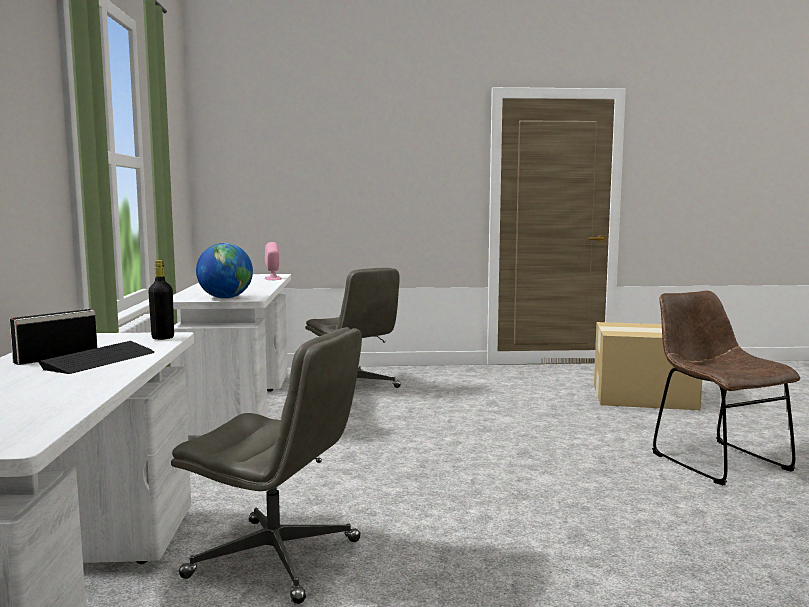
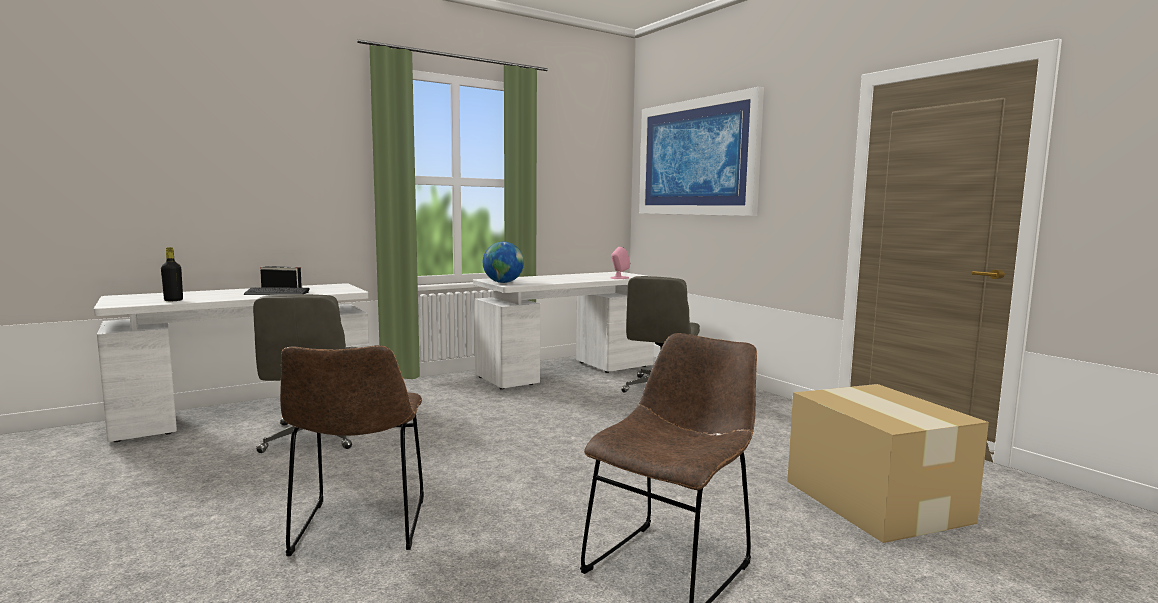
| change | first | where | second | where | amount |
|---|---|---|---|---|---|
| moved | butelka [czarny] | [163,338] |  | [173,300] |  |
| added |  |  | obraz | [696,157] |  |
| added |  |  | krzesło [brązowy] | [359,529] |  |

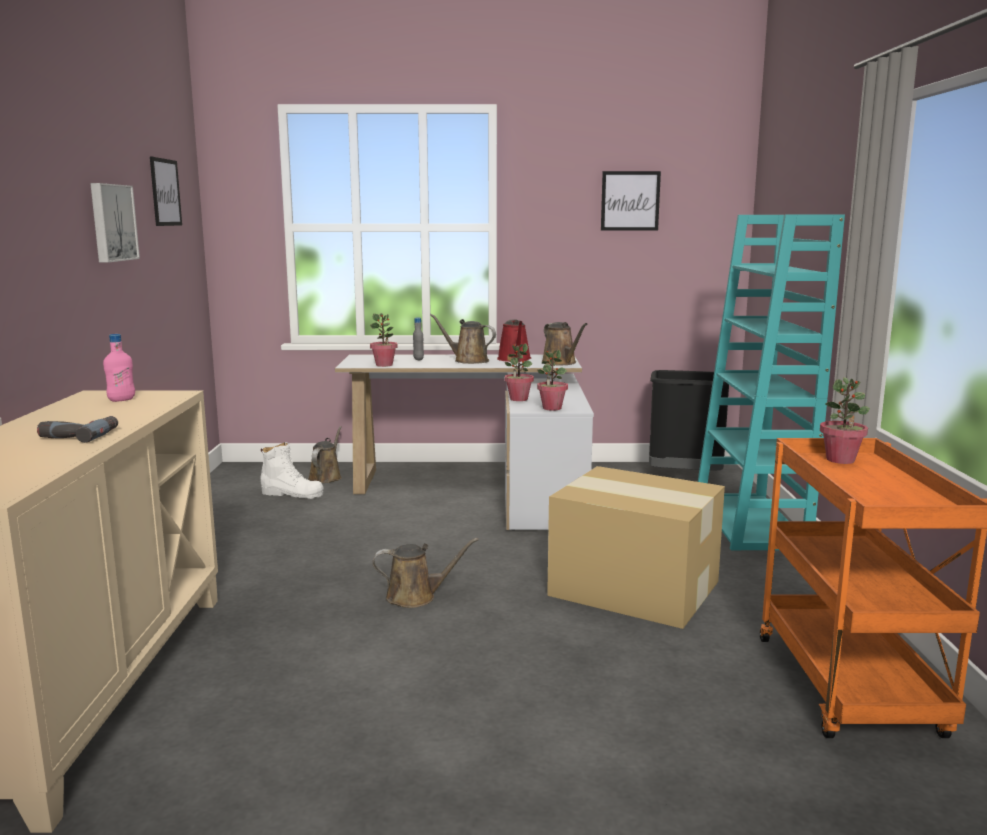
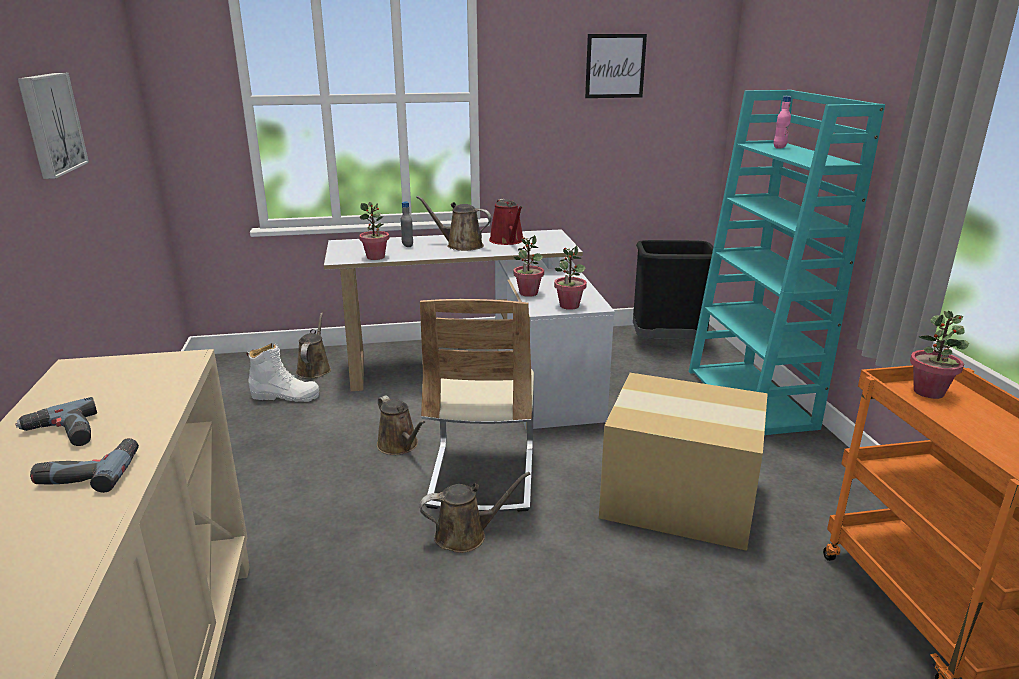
| change | first | where | second | where | amount |
|---|---|---|---|---|---|
| removed | obraz | [165,192] |  |  |  |
| moved | konewka [brązowy] | [561,363] |  | [400,446] |  |
| moved | butelka [różowy] | [121,400] |  | [779,147] |  |
| added |  |  | krzesło [beżowy] | [482,476] |  |
| added |  |  | wiertarka | [62,434] |  |

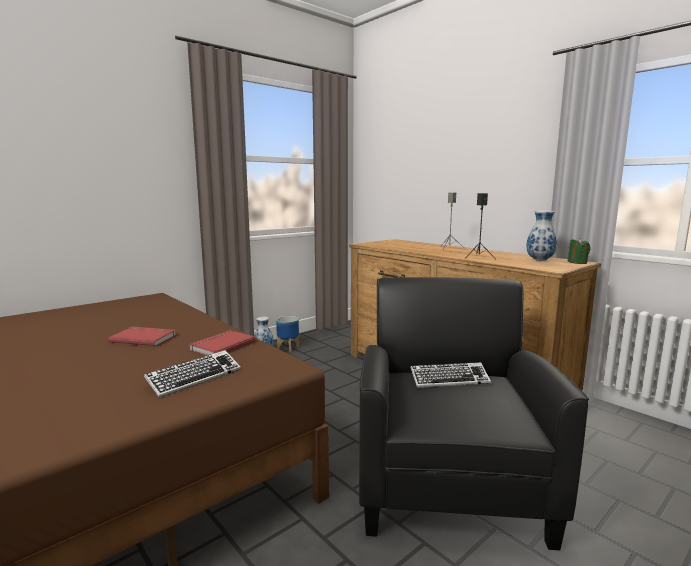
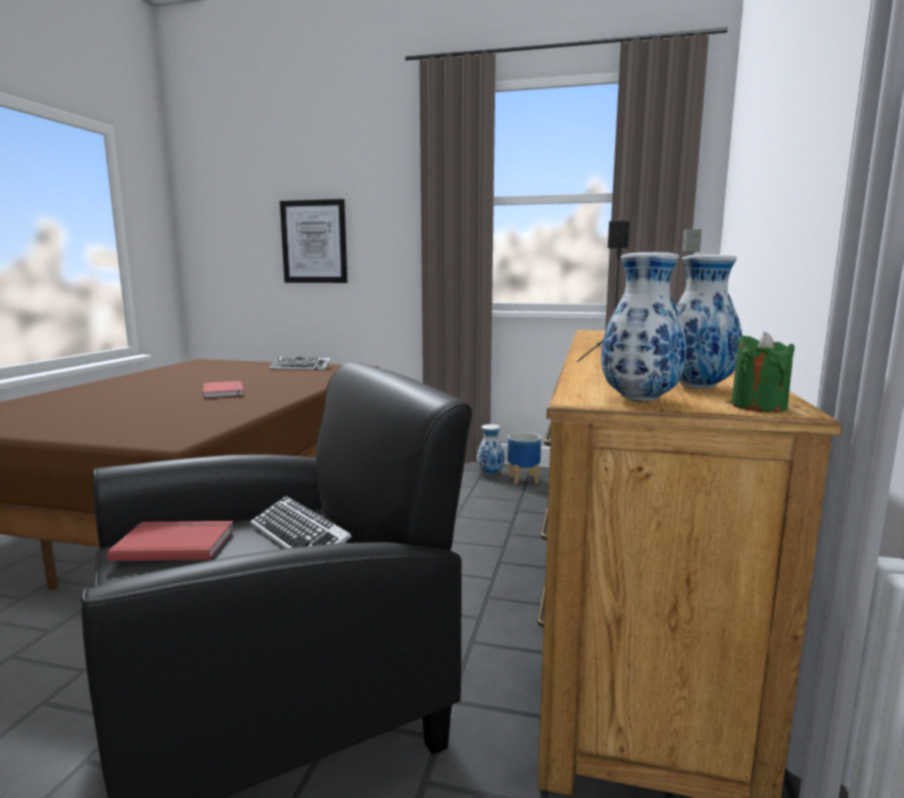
| change | first | where | second | where | amount |
|---|---|---|---|---|---|
| moved | książka [czerwony] | [221,345] |  | [175,543] |  |
| moved | klawiatura | [195,378] |  | [300,368] |  |
| added |  |  | obraz | [314,242] |  |
| added |  |  | wazon | [641,400] |  |

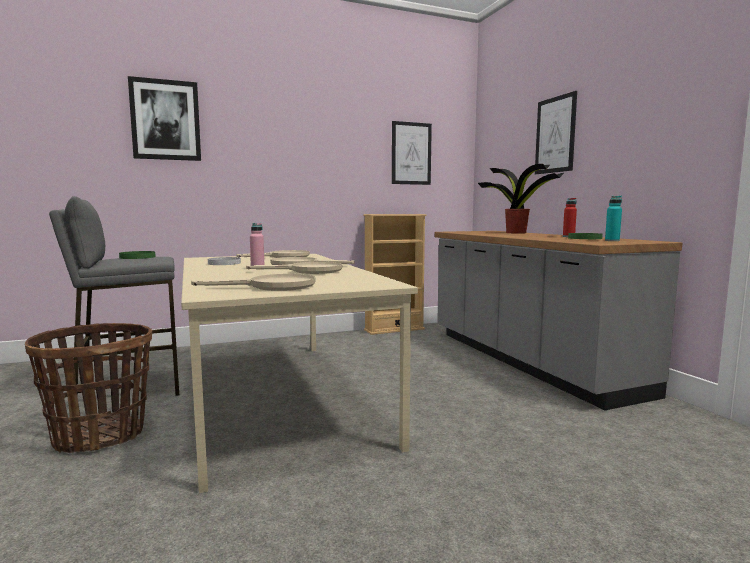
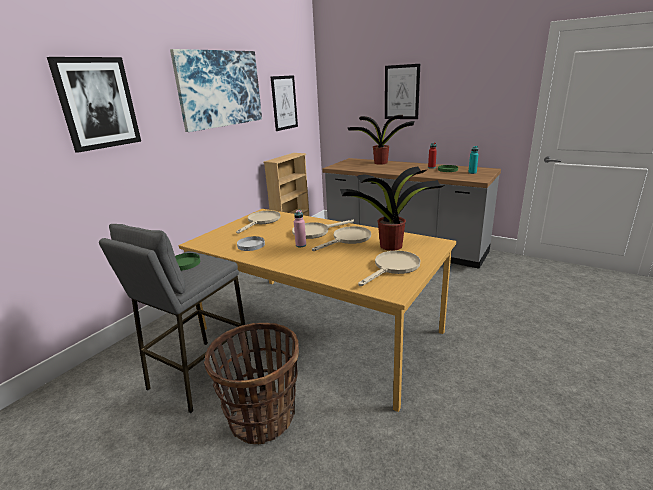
| change | first | where | second | where | amount |
|---|---|---|---|---|---|
| recoloured | stół jadalny [beżowy] | [278,396] | stół jadalny [pomarańczowy] | [320,330] |  |
| added |  |  | obraz | [220,89] |  |
| added |  |  | roślina doniczkowa | [392,245] |  |

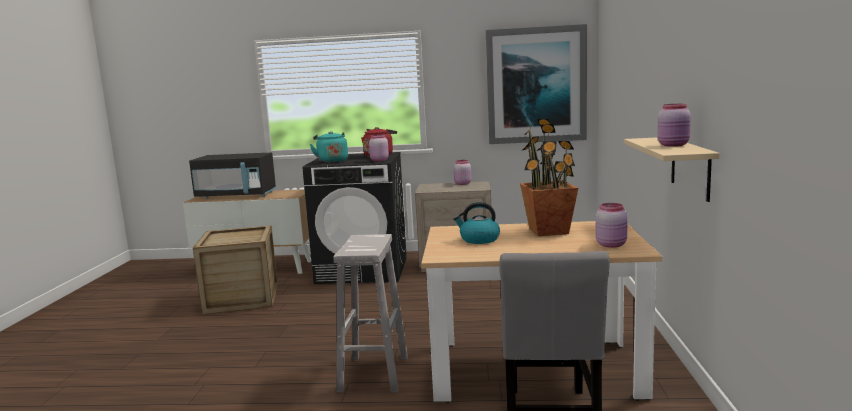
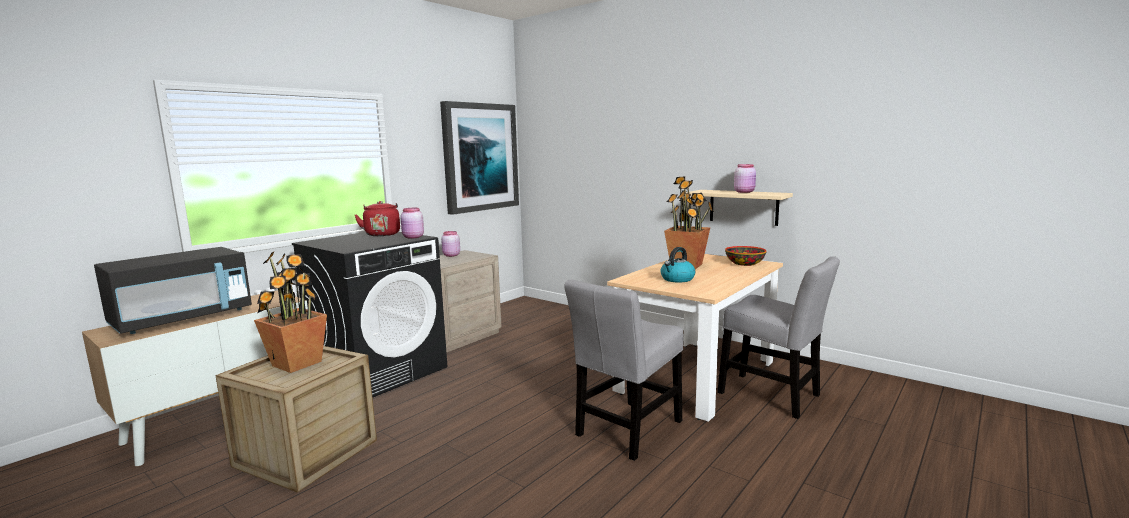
| change | first | where | second | where | amount |
|---|---|---|---|---|---|
| removed | czajnik [turkusowy] | [332,161] |  |  |  |
| replaced | słoik [różowy] | [612,244] | miska | [744,263] |  |
| replaced | stołek [biały] | [374,373] | krzesło [szary] | [627,431] |  |
| added |  |  | roślina doniczkowa | [297,363] |  |

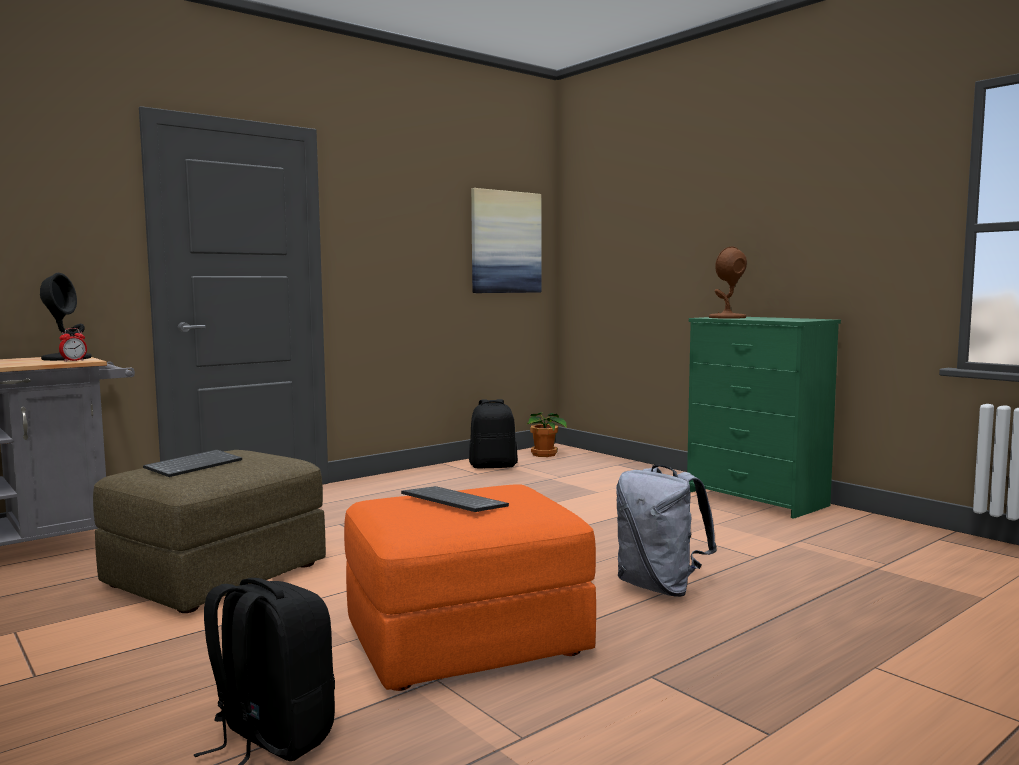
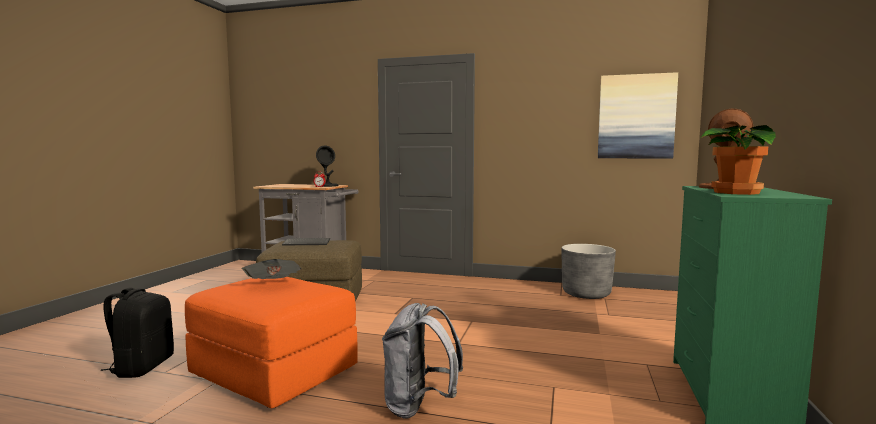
| change | first | where | second | where | amount |
|---|---|---|---|---|---|
| replaced | plecak [czarny] | [493,466] | donica [szary] | [586,293] |  |
| moved | roślina doniczkowa | [544,454] |  | [736,193] |  |
| replaced | klawiatura | [451,502] | gazeta | [273,285] |  |

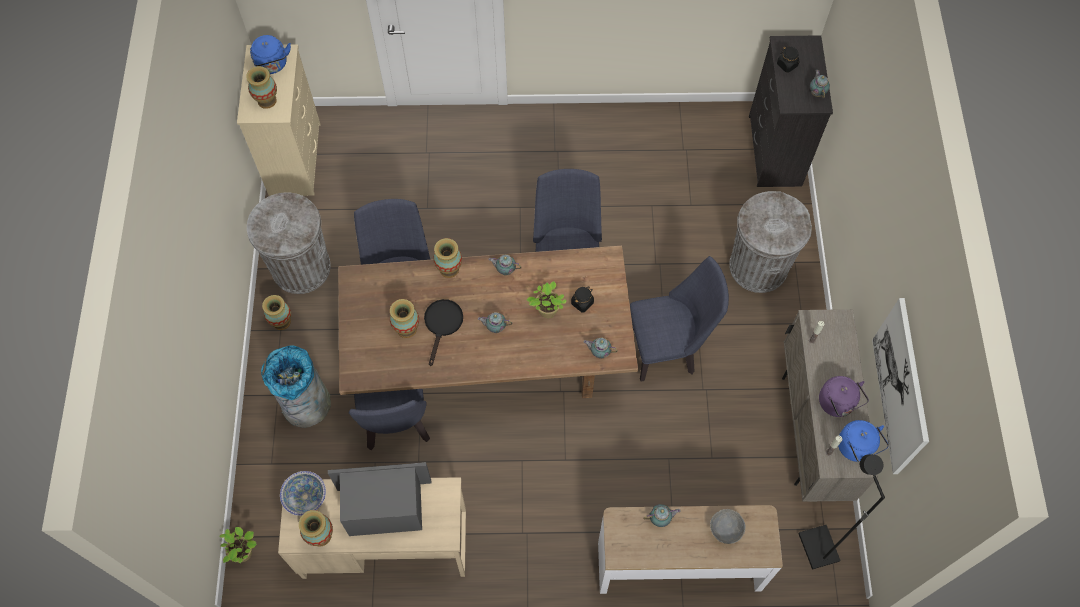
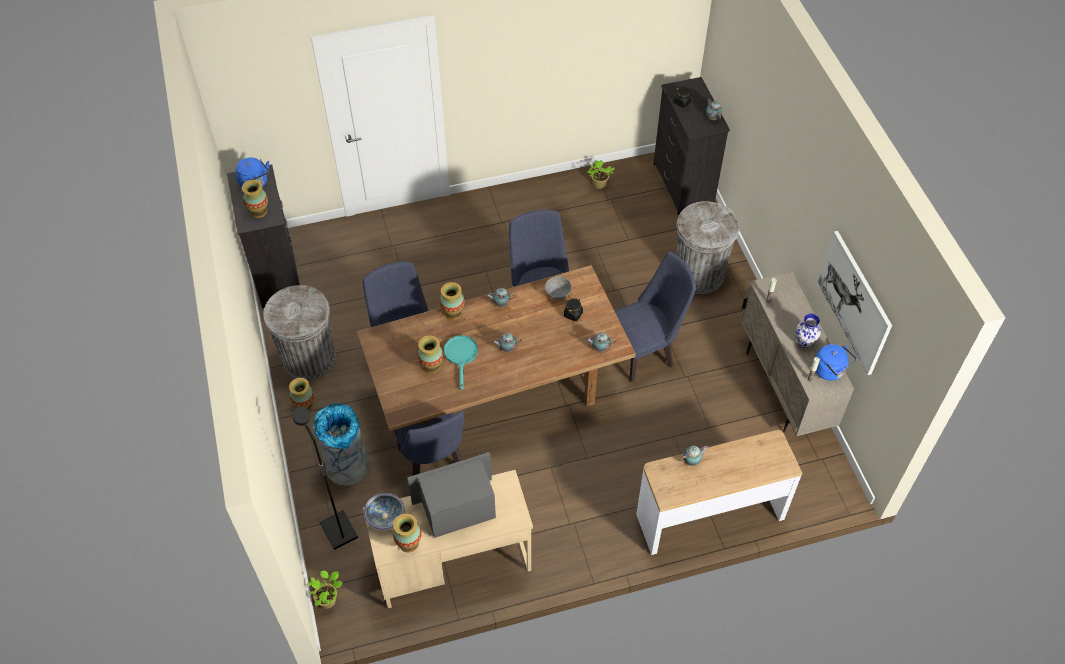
| change | first | where | second | where | amount |
|---|---|---|---|---|---|
| recoloured | komoda [beżowy] | [295,158] | komoda [czarny] | [277,273] |  |
| moved | roślina doniczkowa | [546,311] |  | [599,184] |  |
| recoloured | patelnia [czarny] | [442,324] | patelnia [turkusowy] | [461,356] |  |
| replaced | czajnik [fioletowy] | [838,404] | wazon | [804,342] |  |
| moved | lampa stojąca [czarny] | [817,547] |  | [337,531] |  |
| moved | miska [szary] | [725,530] |  | [558,294] |  |

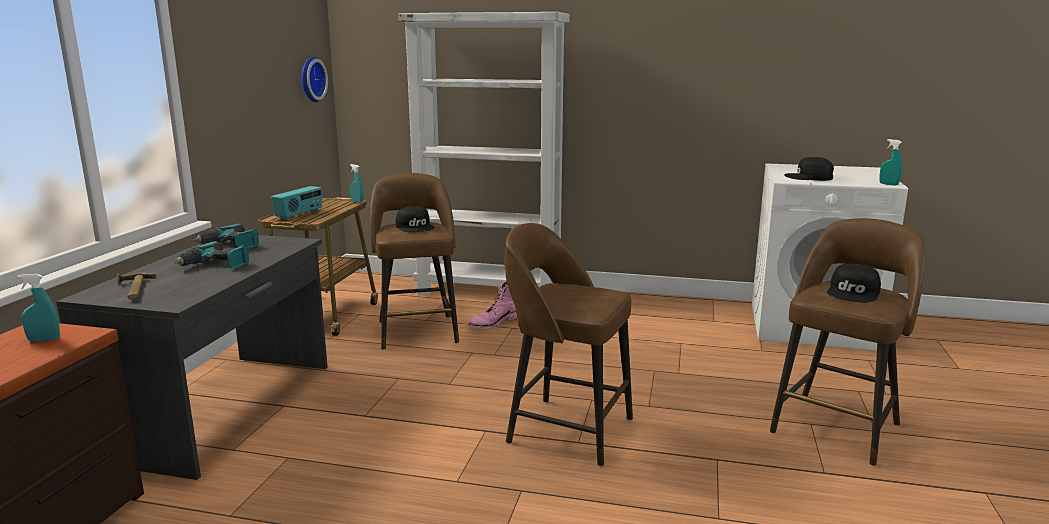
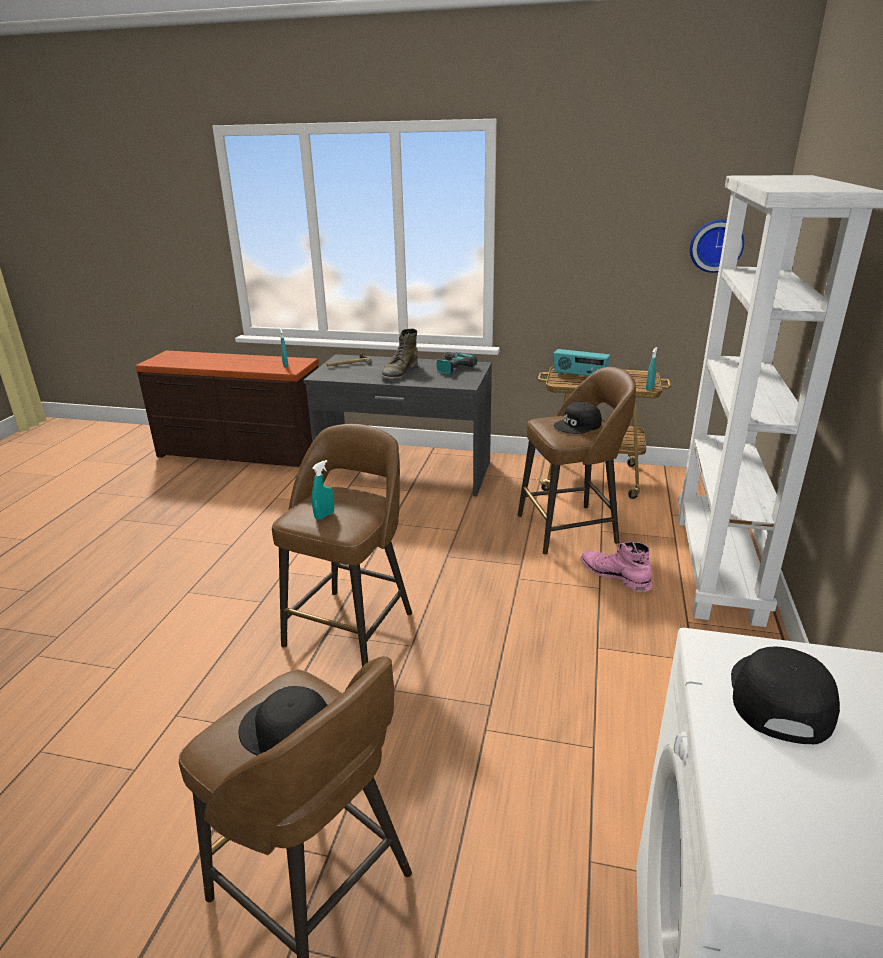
| change | first | where | second | where | amount |
|---|---|---|---|---|---|
| moved | spryskiwacz [turkusowy] | [888,184] |  | [324,515] |  |
| replaced | wiertarka | [215,265] | but z cholewką [zielony] | [399,372] |  |

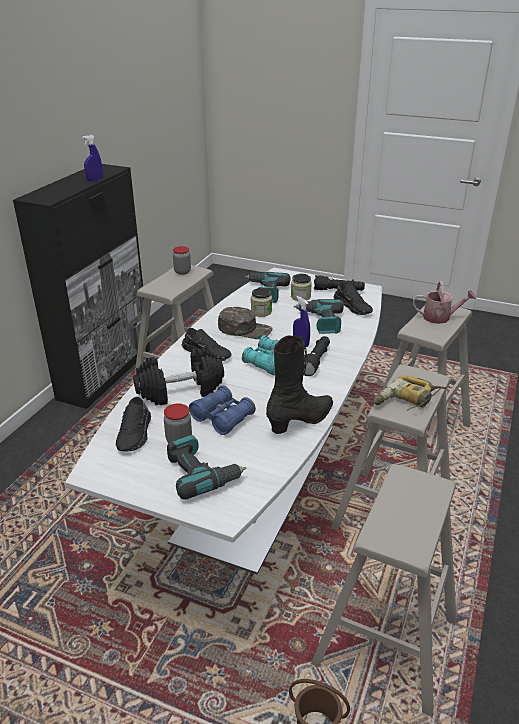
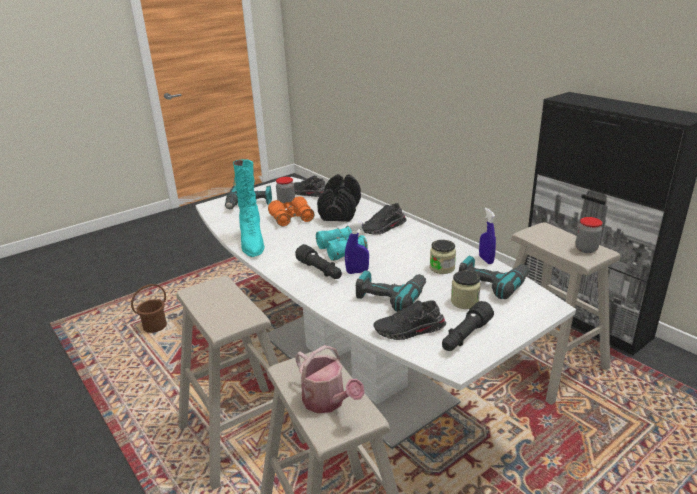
| change | first | where | second | where | amount |
|---|---|---|---|---|---|
| moved | spryskiwacz [niebieski] | [95,180] |  | [486,260] |  |
| turned | konewka | [440,317] |  | [327,402] | 75 degrees counterclockwise |
| removed | czapka z daszkiem [zielony] | [245,329] |  |  |  |
| recoloured | but z cholewką [czarny] | [301,421] | but z cholewką [turkusowy] | [252,243] |  |
| removed | wiertarka | [407,401] |  |  |  |
| recoloured | lornetka [niebieski] | [222,417] | lornetka [pomarańczowy] | [292,219] |  |
| removed | stołek [beżowy] | [385,641] |  |  |  |

